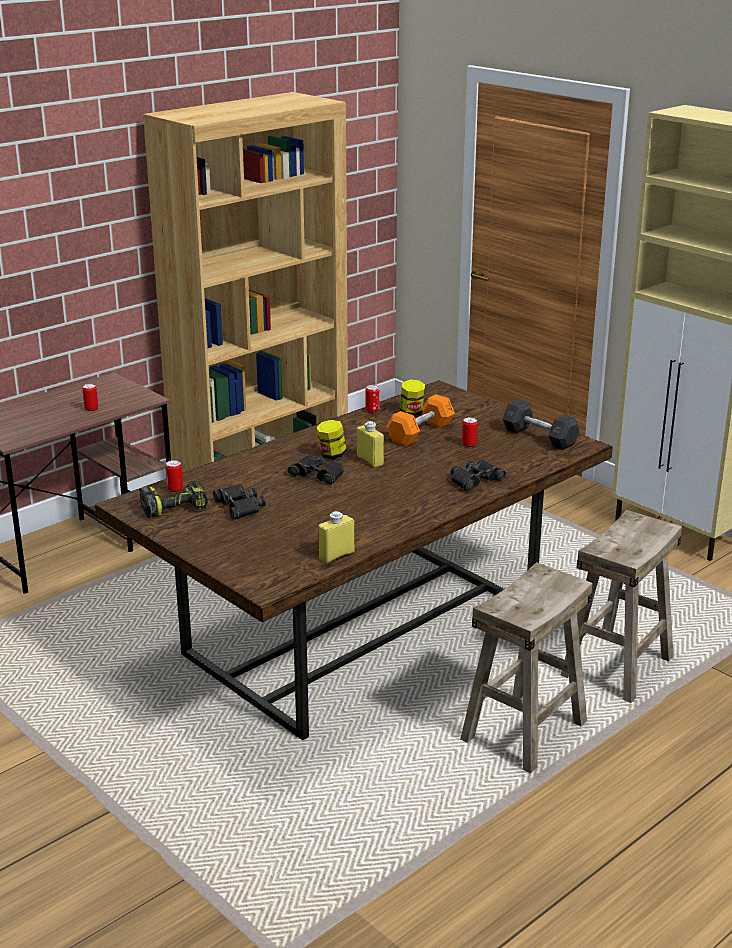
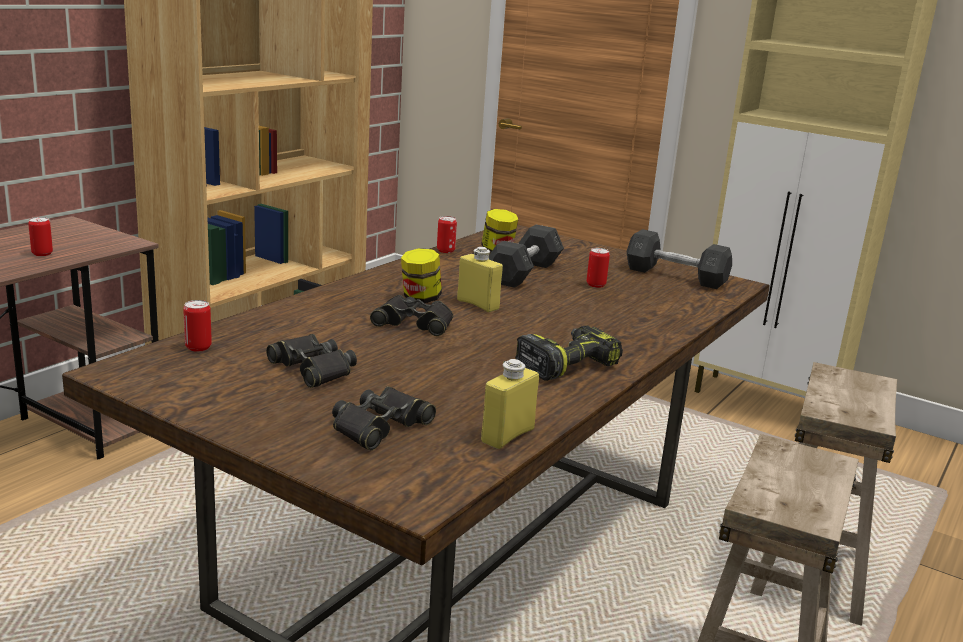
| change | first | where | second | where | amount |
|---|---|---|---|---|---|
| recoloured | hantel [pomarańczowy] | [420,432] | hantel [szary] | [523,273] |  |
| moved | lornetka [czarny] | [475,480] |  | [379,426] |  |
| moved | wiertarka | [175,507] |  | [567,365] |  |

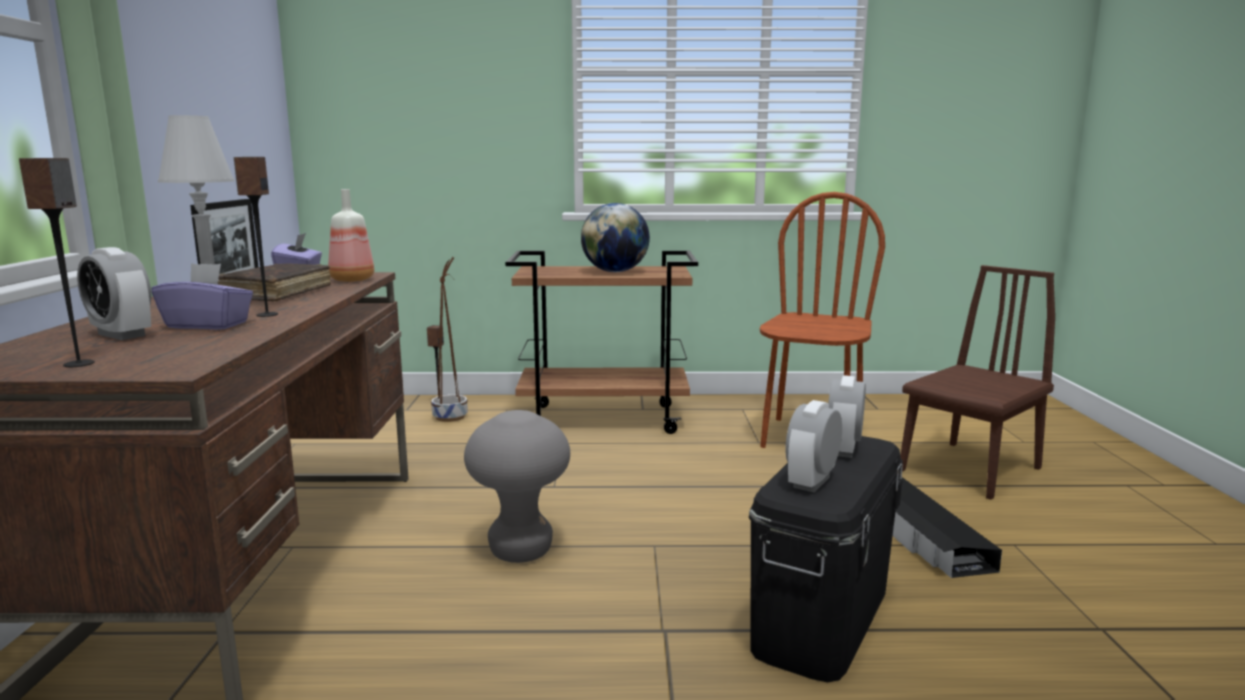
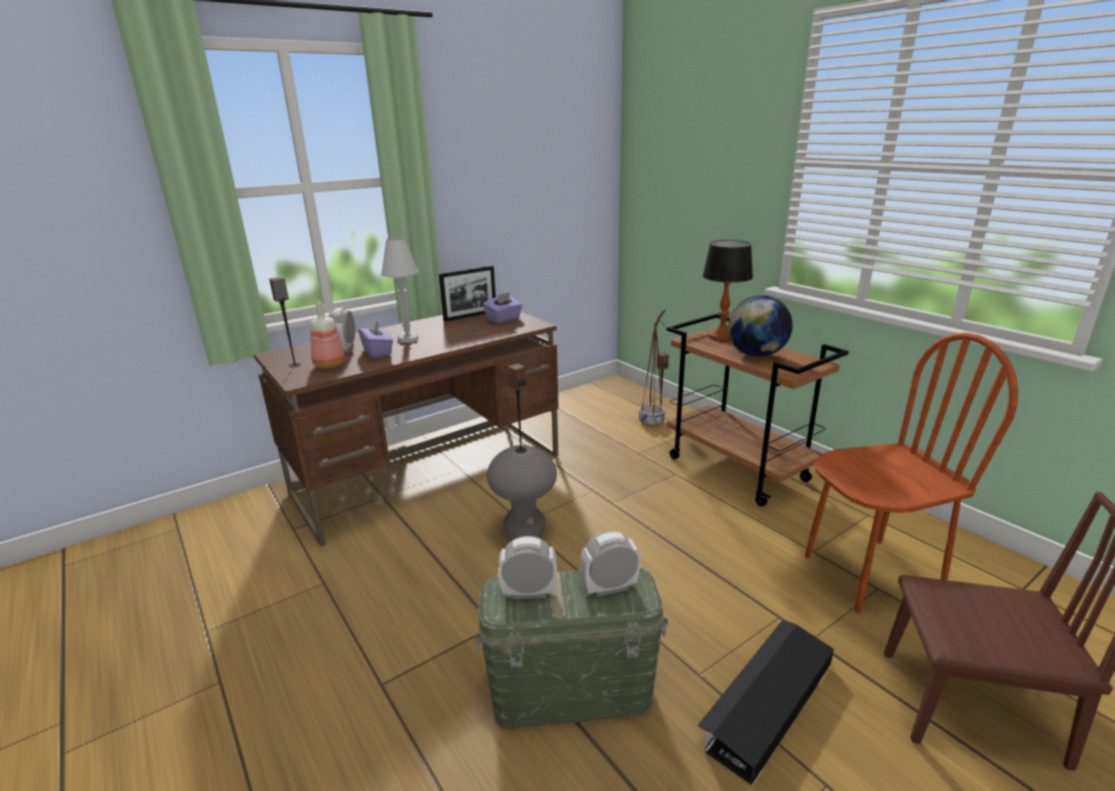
| change | first | where | second | where | amount |
|---|---|---|---|---|---|
| moved | głośnik | [266,314] |  | [520,450] |  |
| moved | butelka | [352,280] |  | [328,365] |  |
| removed | książka [brązowy] | [275,293] |  |  |  |
| recoloured | pojemnik do przechowywania [czarny] | [823,617] | pojemnik do przechowywania [zielony] | [571,692] |  |
| added |  |  | lampa stołowa | [721,337] |  |

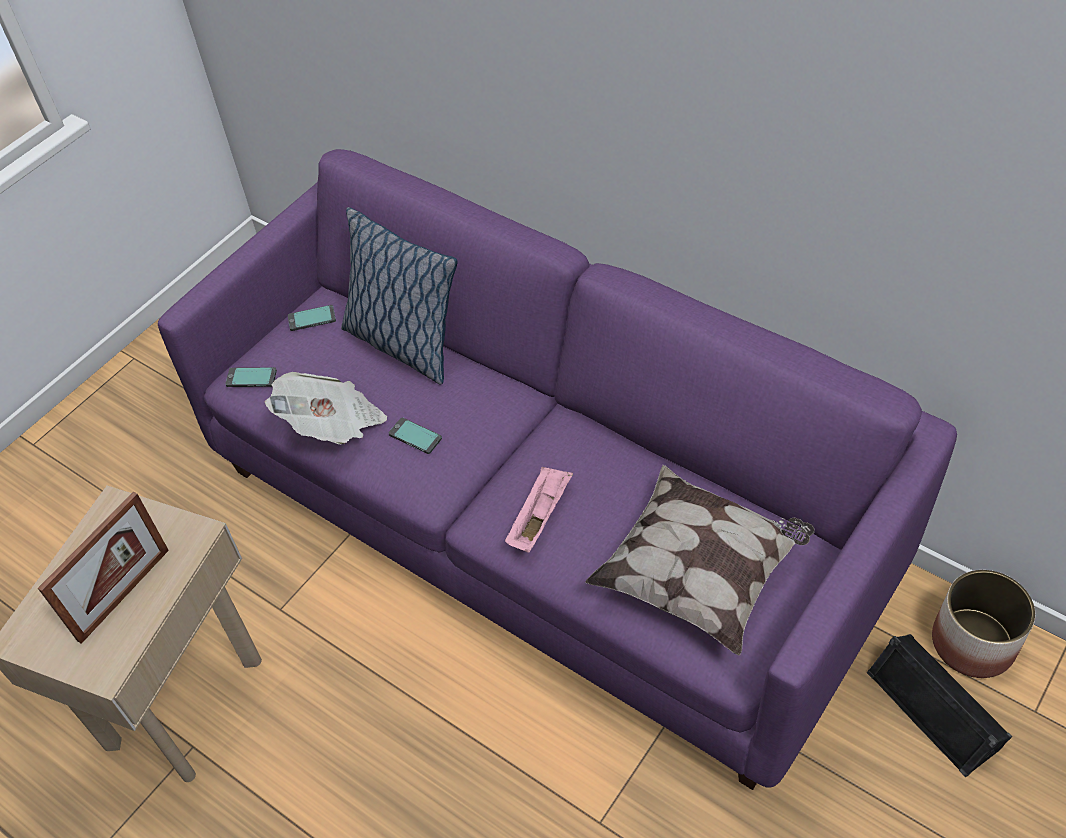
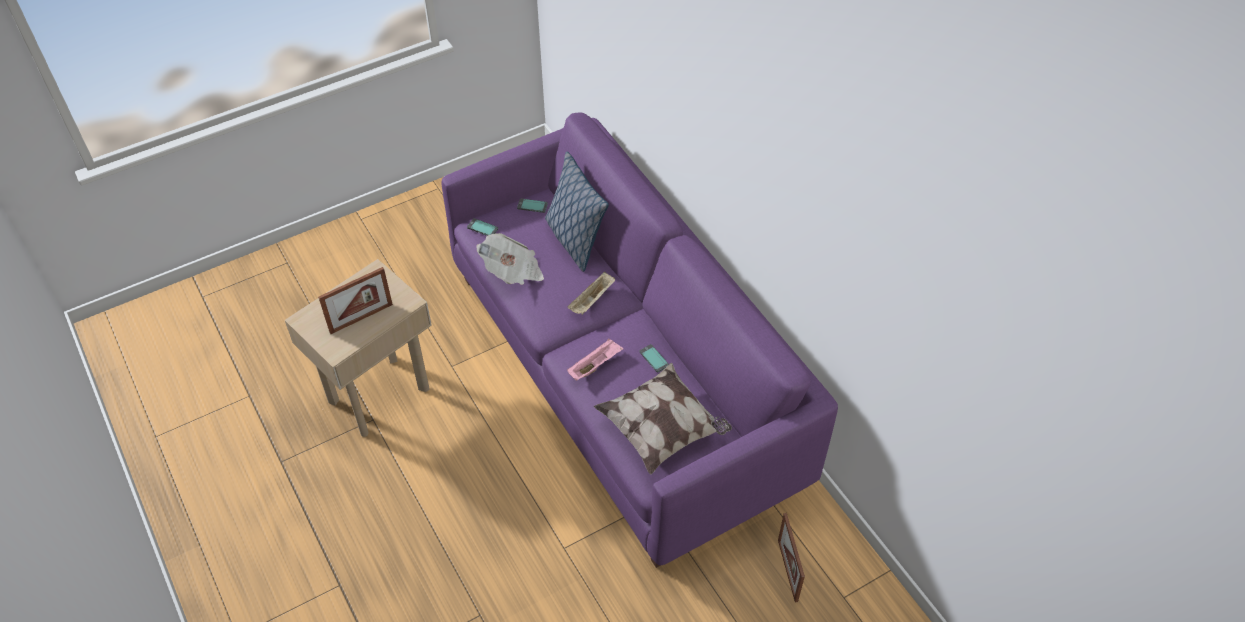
| change | first | where | second | where | amount |
|---|---|---|---|---|---|
| moved | telefon | [415,436] |  | [654,359] |  |
| removed | donica | [974,642] |  |  |  |
| replaced | głośnik [czarny] | [936,706] | ramka na zdjęcie | [787,570] |  |
| added |  |  | taca [beżowy] | [592,301] |  |

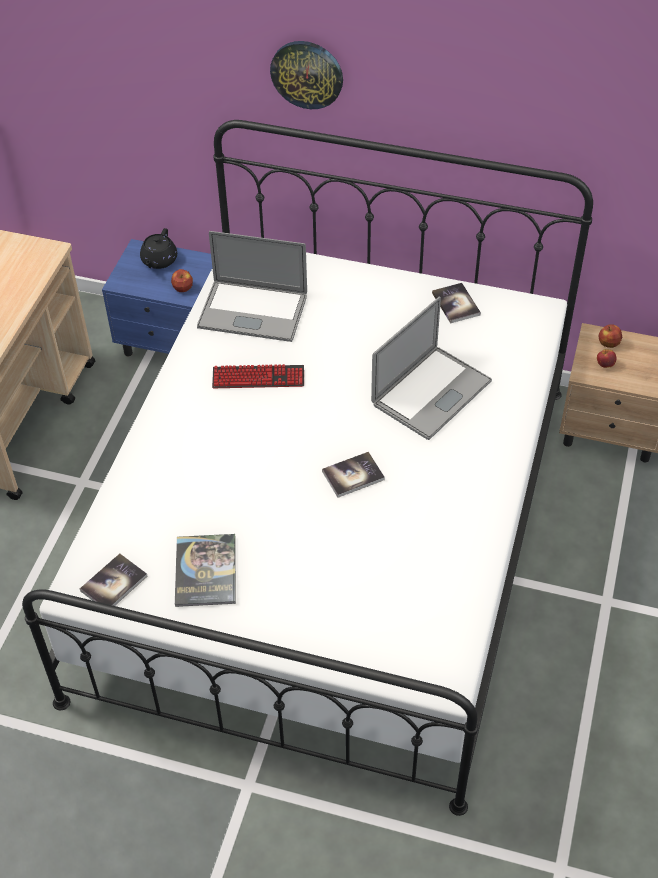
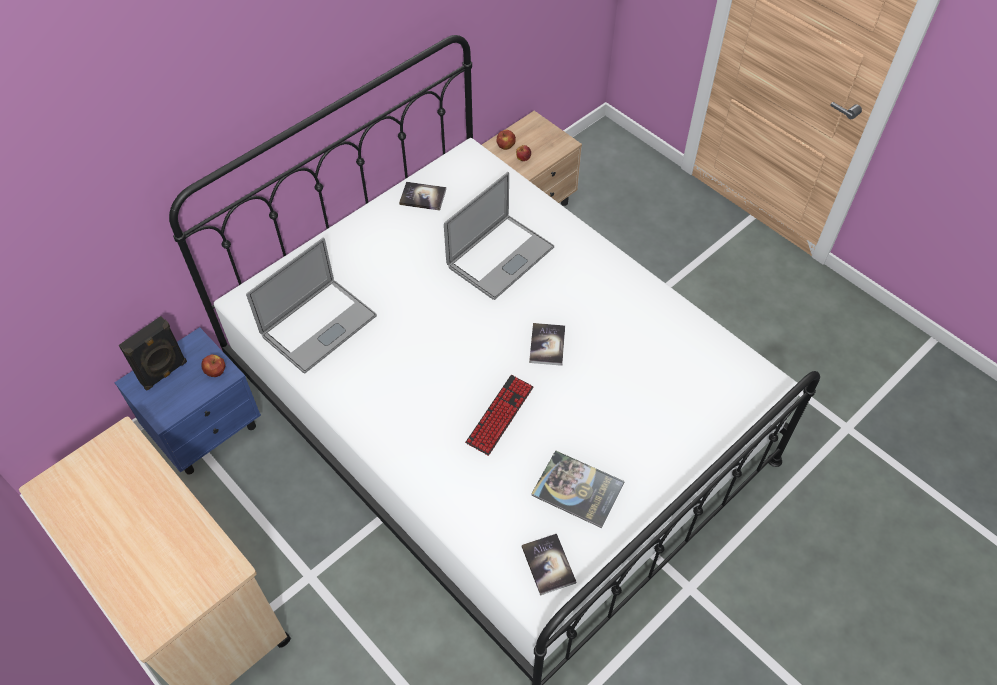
| change | first | where | second | where | amount |
|---|---|---|---|---|---|
| removed | zegar ścienny | [307,74] |  |  |  |
| replaced | imbryk [czarny] | [159,261] | głośnik [czarny] | [164,373] |  |
| turned | laptop | [431,392] |  | [500,257] | 60 degrees clockwise |
| moved | klawiatura | [258,378] |  | [500,415] |  |

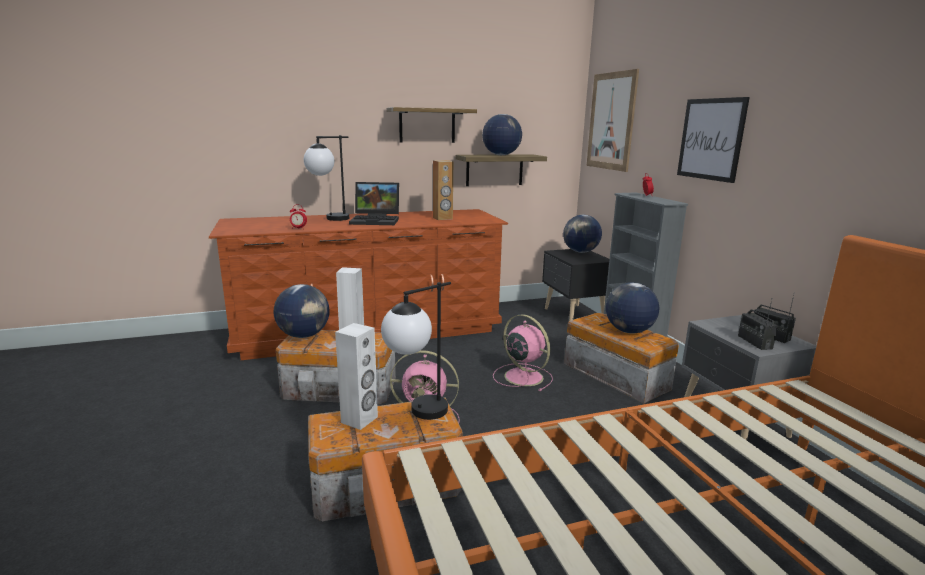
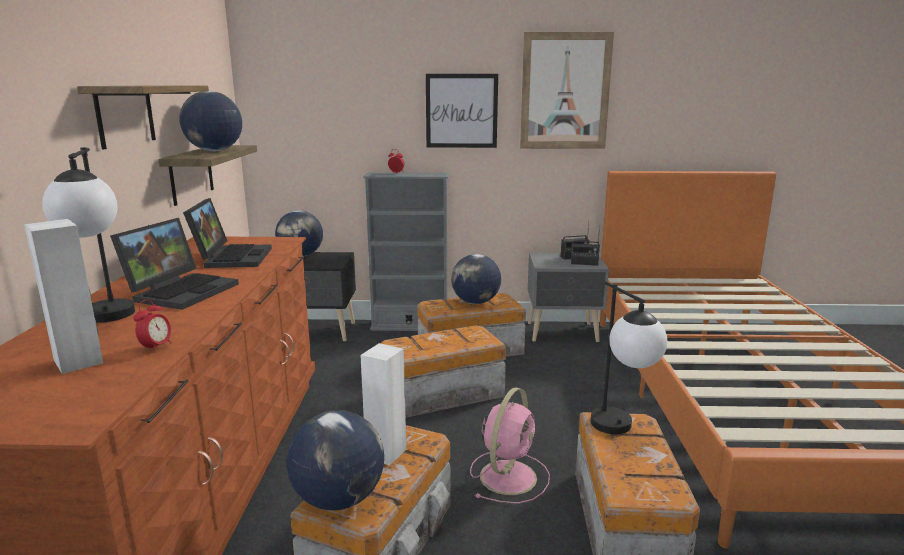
| change | first | where | second | where | amount |
|---|---|---|---|---|---|
| moved | obraz | [611,121] |  | [565,91] |  |
| replaced | głośnik [brązowy] | [442,218] | laptop | [231,257] |  |
| replaced | wentylator [różowy] | [522,376] | pojemnik do przechowywania | [439,395] |  |
| moved | głośnik [biały] | [360,420] |  | [79,361] |  |

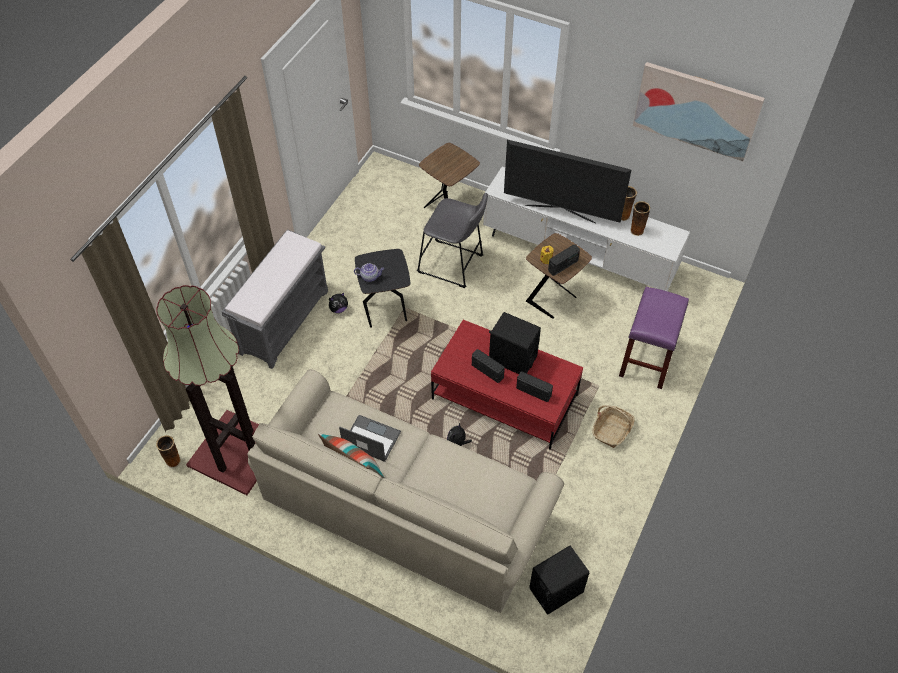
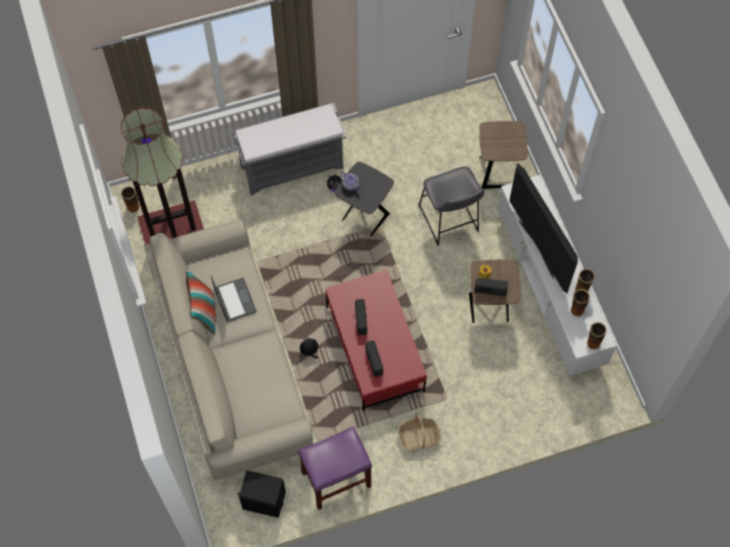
| change | first | where | second | where | amount |
|---|---|---|---|---|---|
| removed | obraz | [696,110] |  |  |  |
| moved | stołek [fioletowy] | [647,360] |  | [335,480] |  |
| removed | głośnik [czarny] | [512,358] |  |  |  |
| added |  |  | wazon | [592,343] |  |

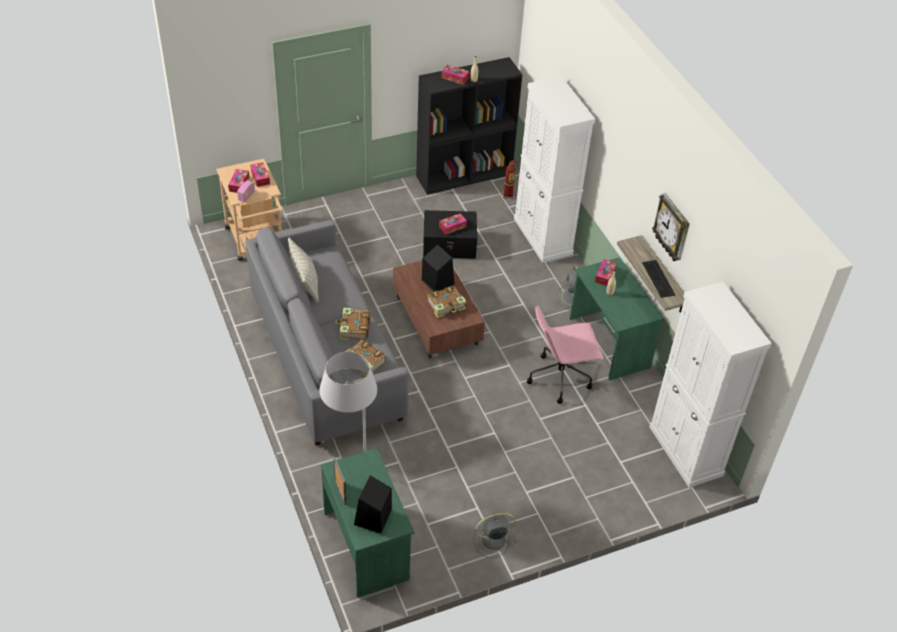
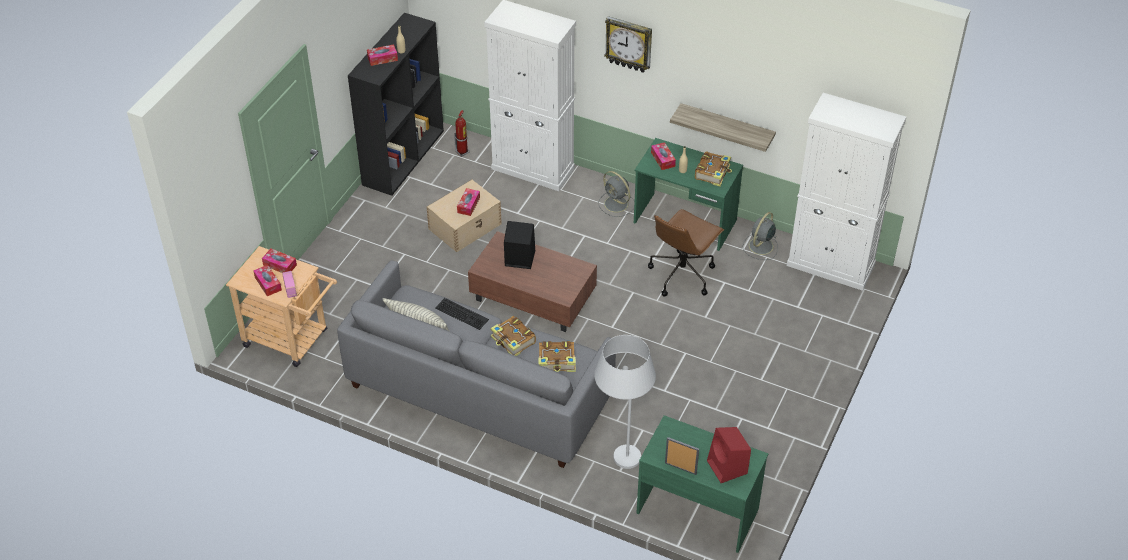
| change | first | where | second | where | amount |
|---|---|---|---|---|---|
| moved | zegar ścienny | [672,228] |  | [629,44] |  |
| recoloured | pojemnik do przechowywania [czarny] | [450,244] | pojemnik do przechowywania [beżowy] | [465,226] |  |
| moved | klawiatura | [659,279] |  | [463,313] |  |
| moved | książka | [446,305] |  | [713,173] |  |
| recoloured | krzesło biurowe [różowy] | [560,377] | krzesło biurowe [brązowy] | [682,274] |  |
| recoloured | głośnik [czarny] | [372,518] | głośnik [czerwony] | [728,468] |  |
| moved | wentylator [szary] | [492,540] |  | [760,247] |  |

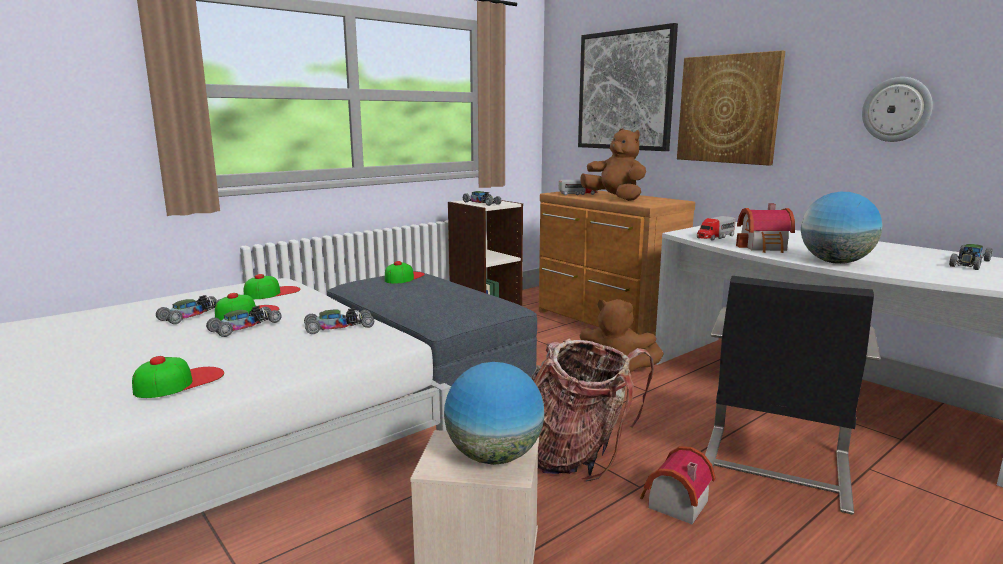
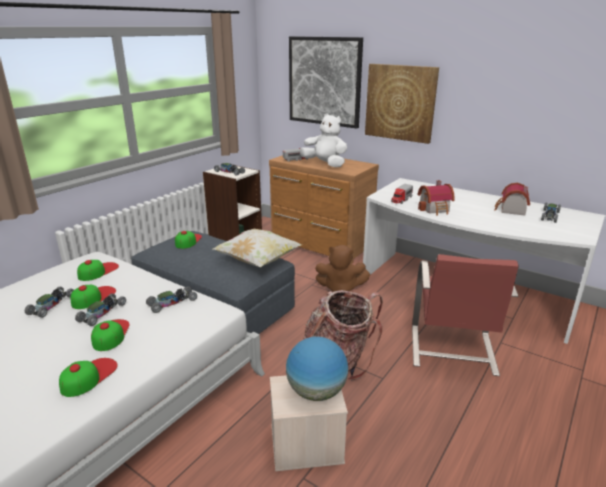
| change | first | where | second | where | amount |
|---|---|---|---|---|---|
| removed | zegar ścienny | [896,109] |  |  |  |
| recoloured | pluszak [brązowy] | [615,198] | pluszak [biały] | [325,164] |  |
| removed | globus | [835,262] |  |  |  |
| recoloured | krzesło [czarny] | [774,467] | krzesło [czerwony] | [451,350] |  |
| moved | domek | [673,504] |  | [510,210] |  |
| added |  |  | poduszka | [258,261] |  |
| added |  |  | czapka z daszkiem | [110,334] |  |

